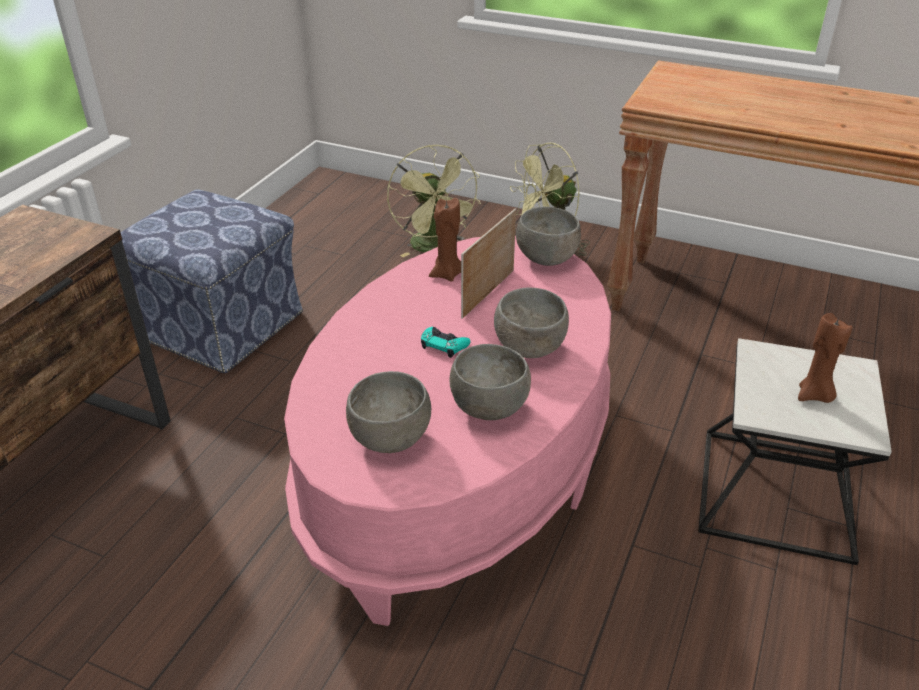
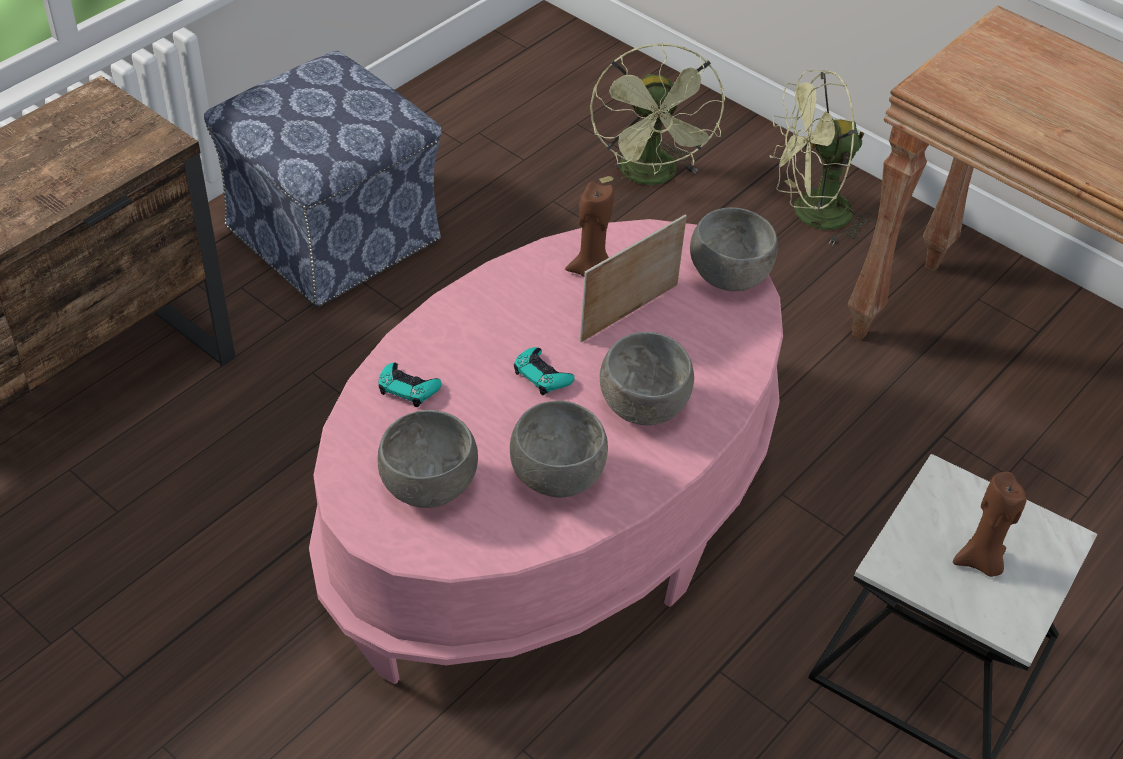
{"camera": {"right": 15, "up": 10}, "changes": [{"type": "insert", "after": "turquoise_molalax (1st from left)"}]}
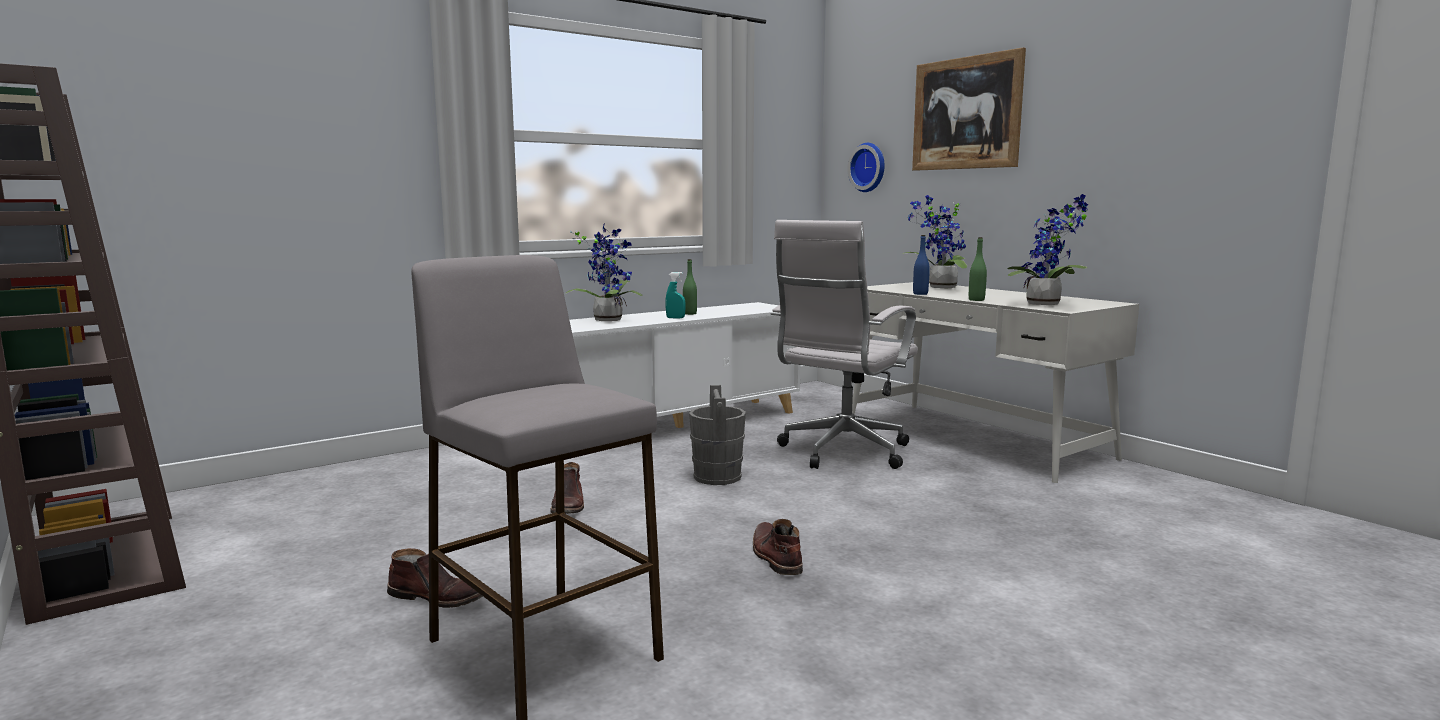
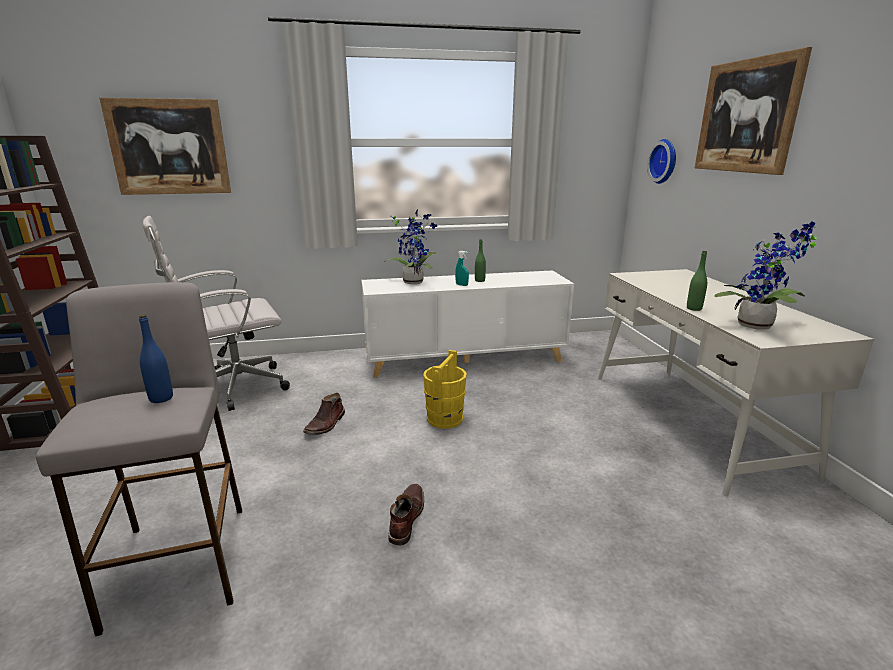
{"camera": {"right": 25, "up": 10}, "changes": [{"type": "insert", "after": "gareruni (1st from left)"}, {"type": "move", "before": "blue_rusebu"}, {"type": "move", "before": "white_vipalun"}, {"type": "recolor", "before": "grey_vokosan", "after": "yellow_vokosan"}, {"type": "delete", "before": "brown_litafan (1st from left)"}, {"type": "delete", "before": "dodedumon (2nd from left)"}]}
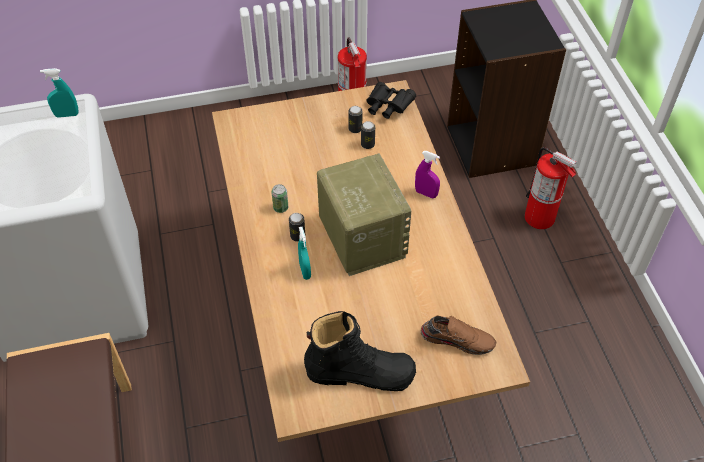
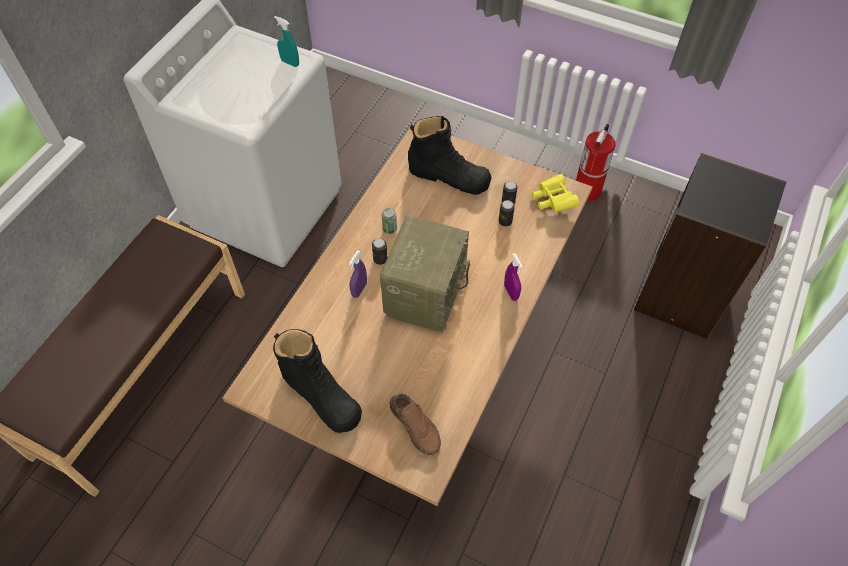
{"camera": {"right": 40, "up": 5}, "changes": [{"type": "recolor", "before": "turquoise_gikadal (2nd from left)", "after": "purple_gikadal (1st from left)"}, {"type": "insert", "after": "black_litafan (2nd from left)"}, {"type": "recolor", "before": "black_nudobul", "after": "yellow_nudobul"}, {"type": "delete", "before": "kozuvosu (2nd from left)"}]}
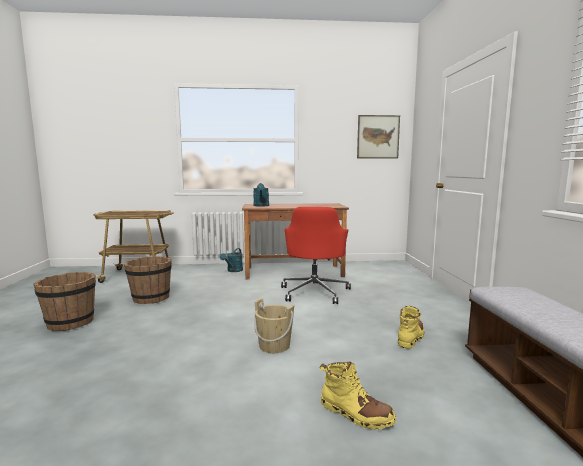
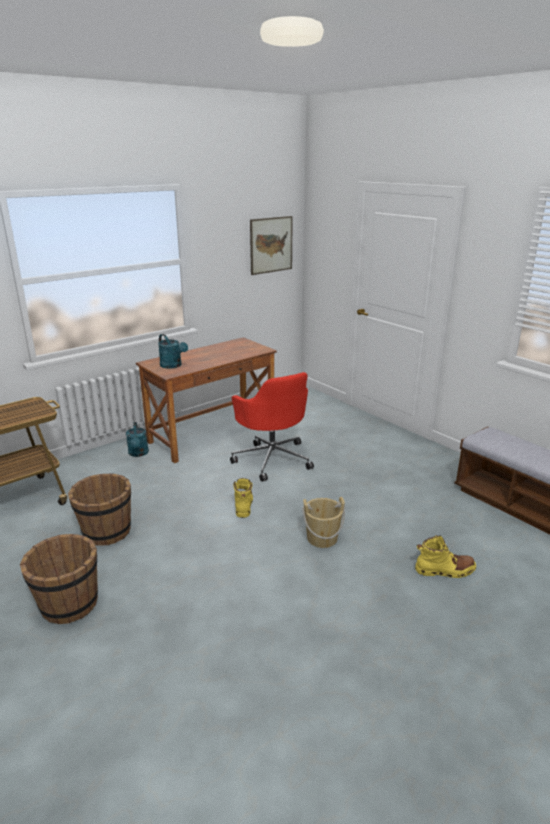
{"camera": {"right": -35, "up": 15}, "changes": [{"type": "move", "before": "yellow_litafan (2nd from left in the first image)", "after": "yellow_litafan (1st from left)"}]}
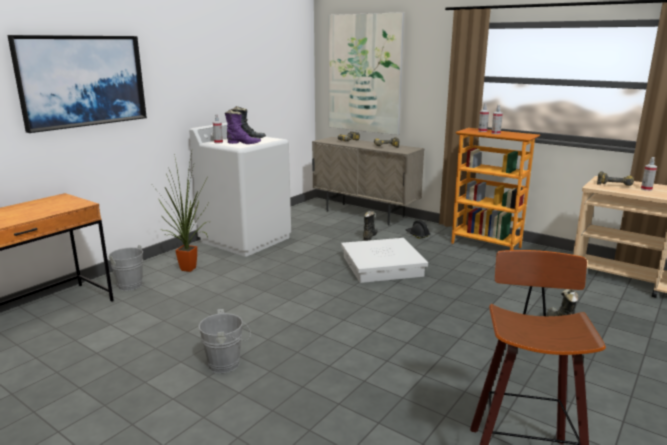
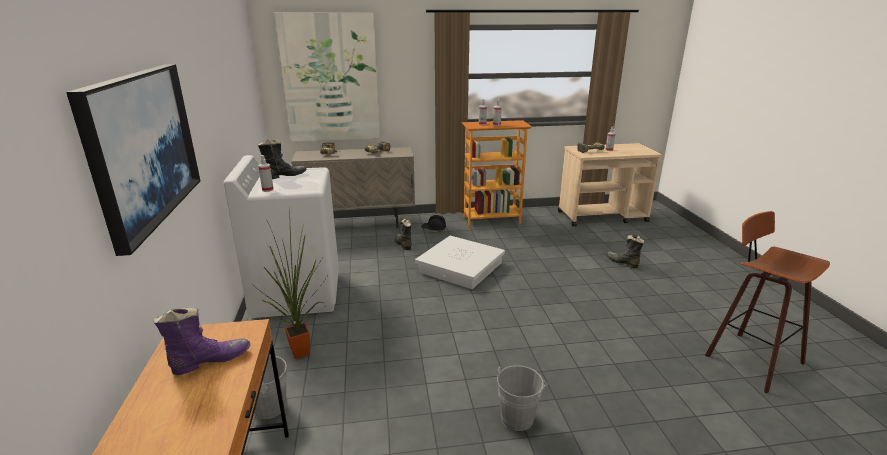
{"camera": {"right": -45, "up": 5}, "changes": [{"type": "move", "before": "purple_litafan"}]}
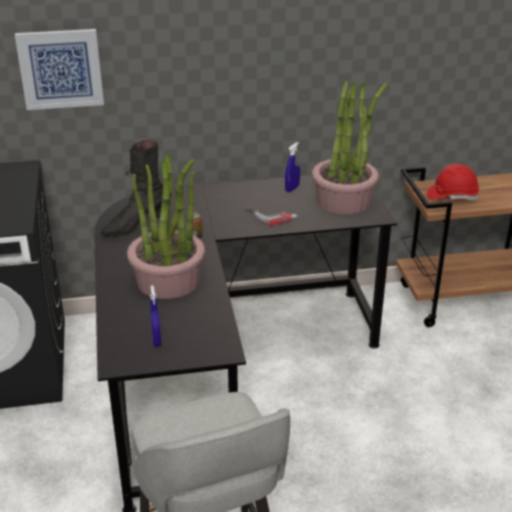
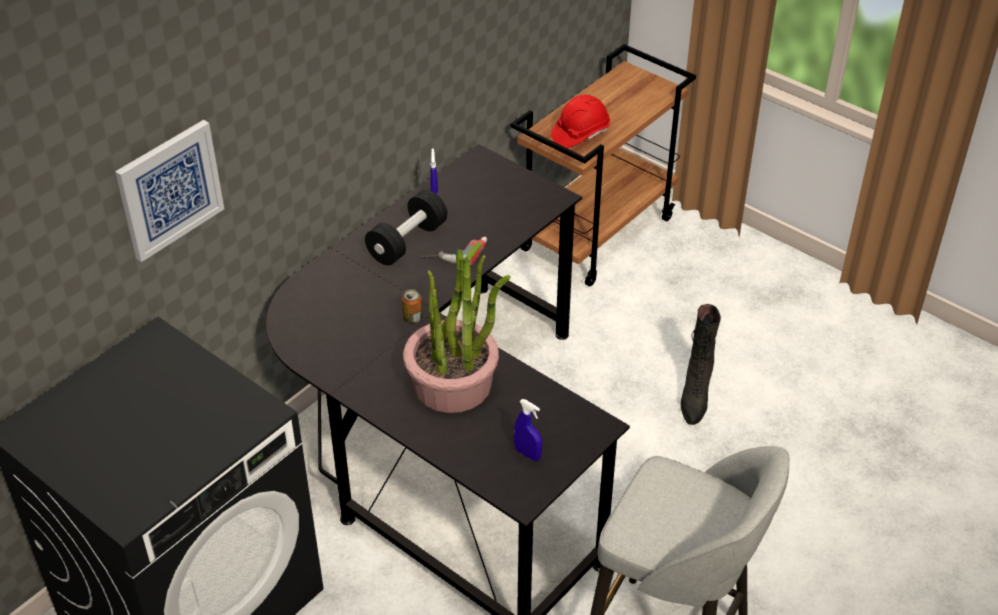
{"camera": {"right": -40, "up": 10}, "changes": [{"type": "insert", "after": "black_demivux"}, {"type": "move", "before": "black_litafan"}, {"type": "delete", "before": "dodedumon (2nd from left)"}]}
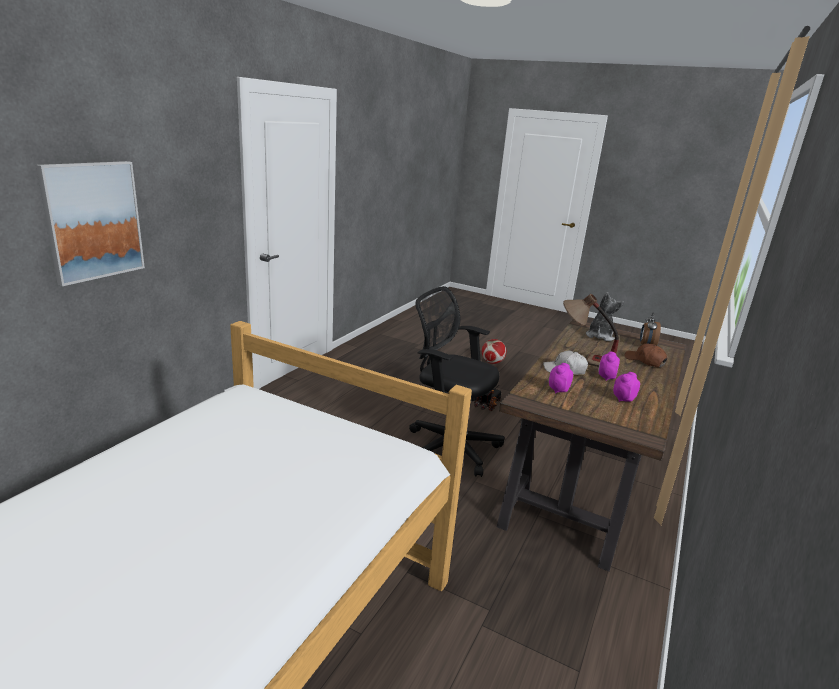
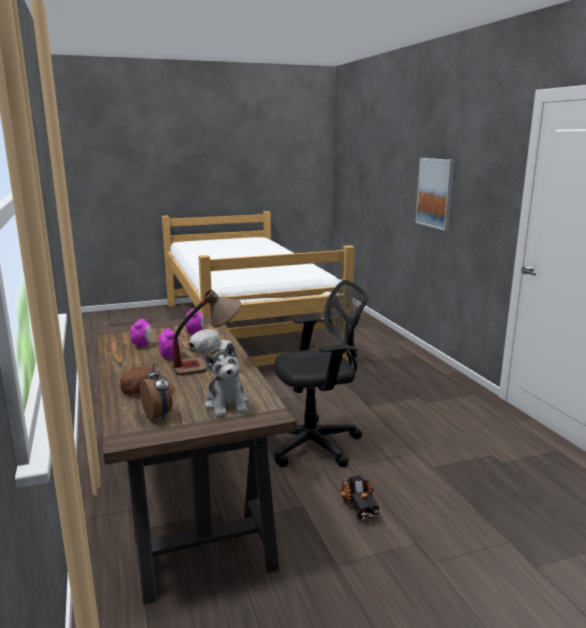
{"camera": {"right": 135, "up": -5}, "changes": [{"type": "delete", "before": "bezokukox"}]}
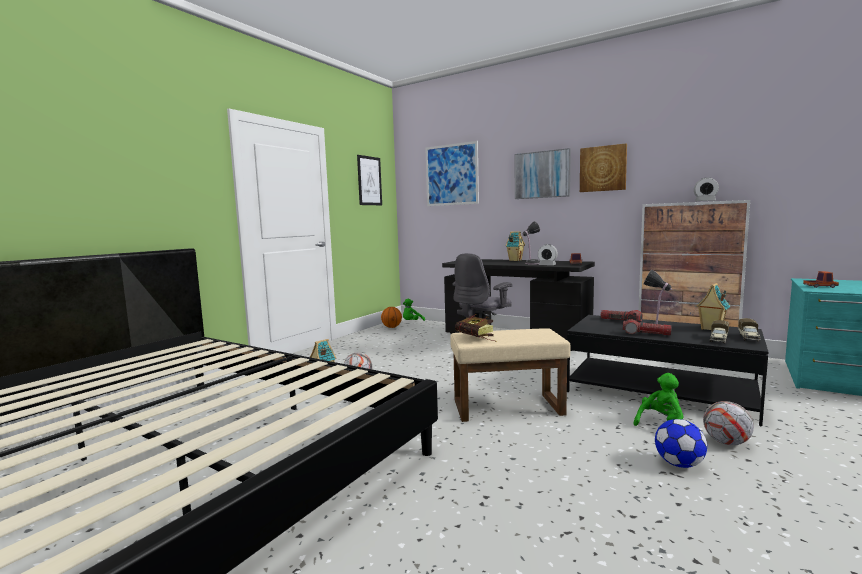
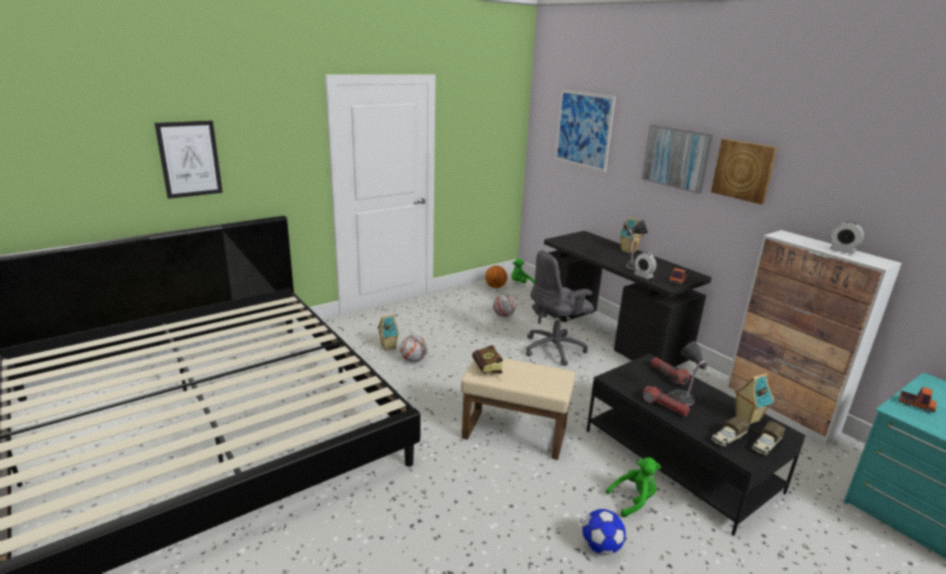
{"camera": {"right": 20, "up": 15}, "changes": [{"type": "move", "before": "gareruni (1st from left)"}, {"type": "move", "before": "bezokukox (3rd from left in the first image)", "after": "bezokukox (2nd from left)"}]}
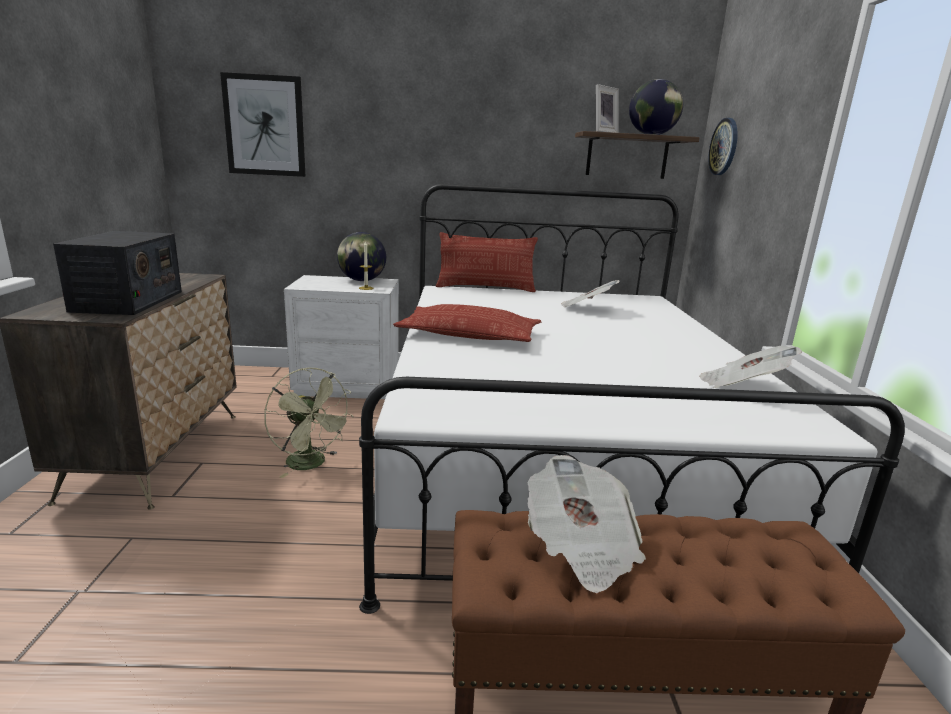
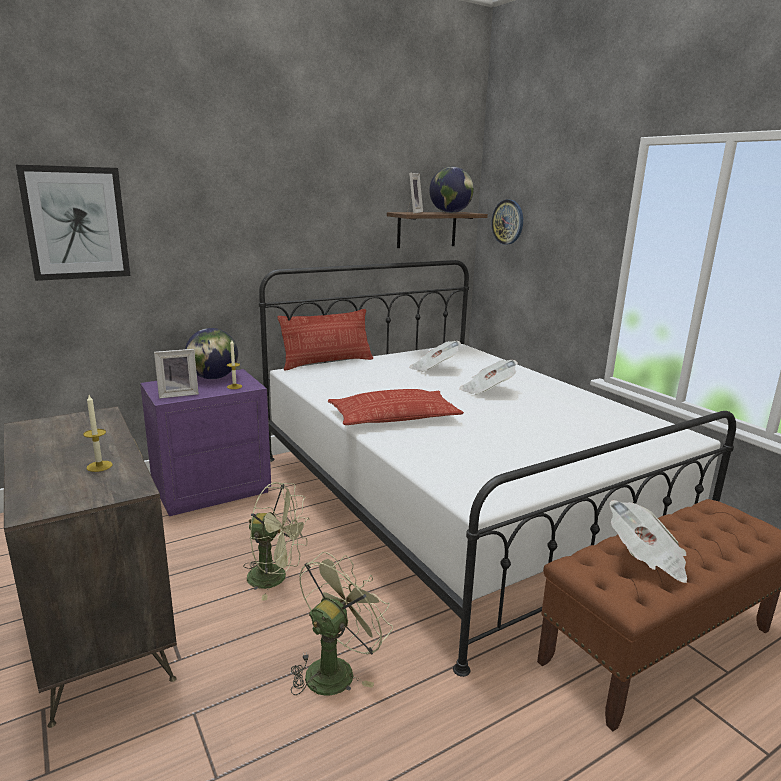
{"camera": {"right": -30, "up": 0}, "changes": [{"type": "replace", "before": "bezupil", "after": "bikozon (1st from left)"}, {"type": "recolor", "before": "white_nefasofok", "after": "purple_nefasofok"}, {"type": "insert", "after": "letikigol (1st from left)"}, {"type": "insert", "after": "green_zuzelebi (2nd from left)"}, {"type": "move", "before": "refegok (3rd from left in the first image)", "after": "refegok (2nd from left)"}]}
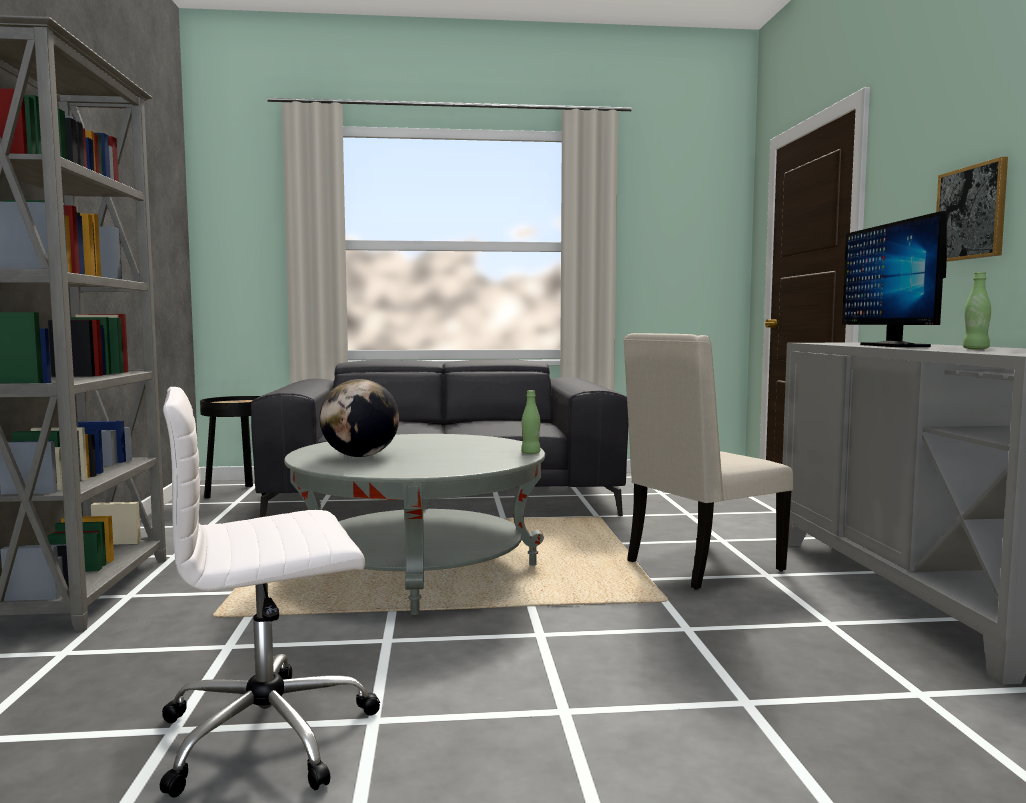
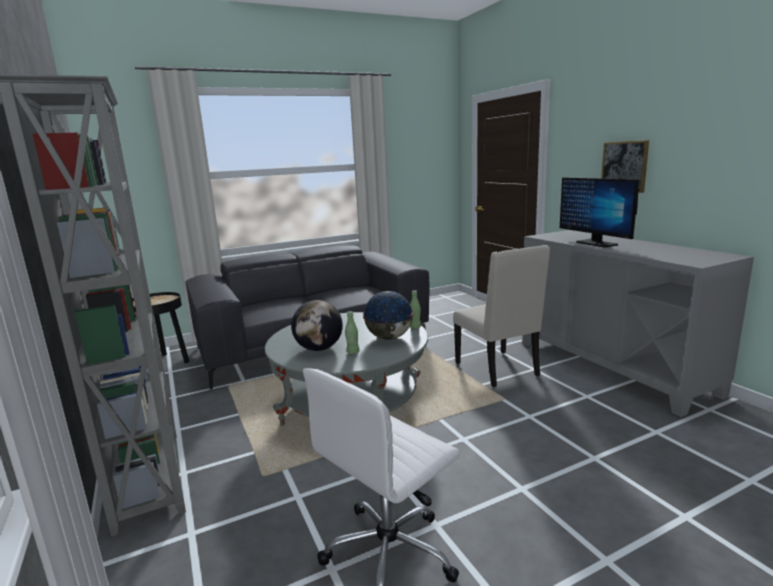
{"camera": {"right": -20, "up": 10}, "changes": [{"type": "move", "before": "green_rusebu (2nd from left in the first image)", "after": "green_rusebu (1st from left)"}, {"type": "insert", "after": "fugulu (2nd from left)"}, {"type": "rotate", "before": "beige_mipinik", "turn": -60}]}
